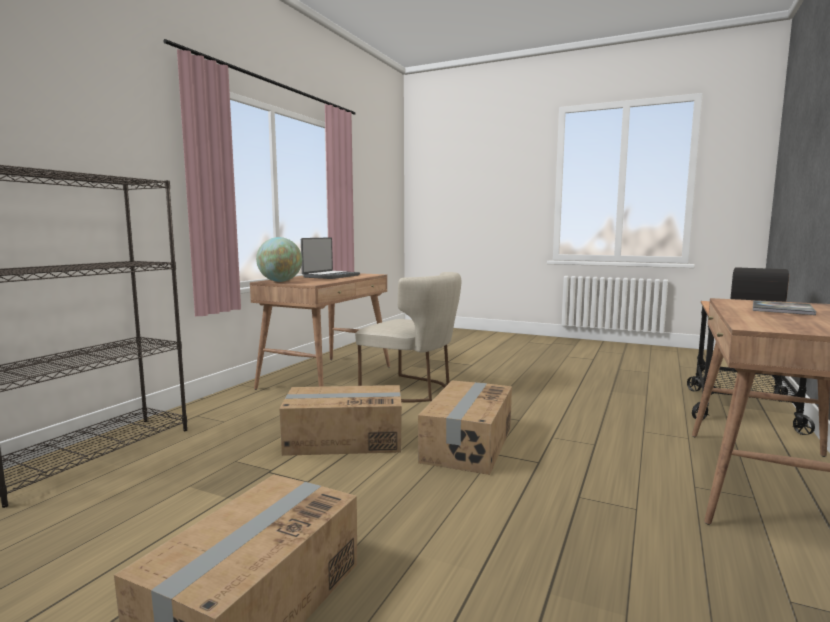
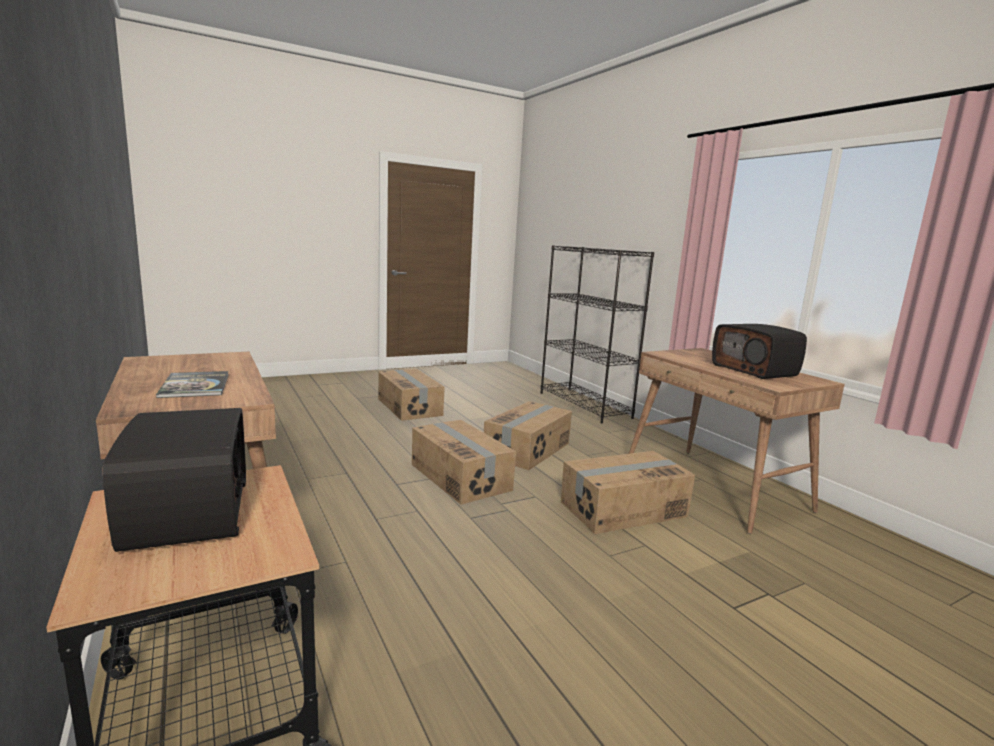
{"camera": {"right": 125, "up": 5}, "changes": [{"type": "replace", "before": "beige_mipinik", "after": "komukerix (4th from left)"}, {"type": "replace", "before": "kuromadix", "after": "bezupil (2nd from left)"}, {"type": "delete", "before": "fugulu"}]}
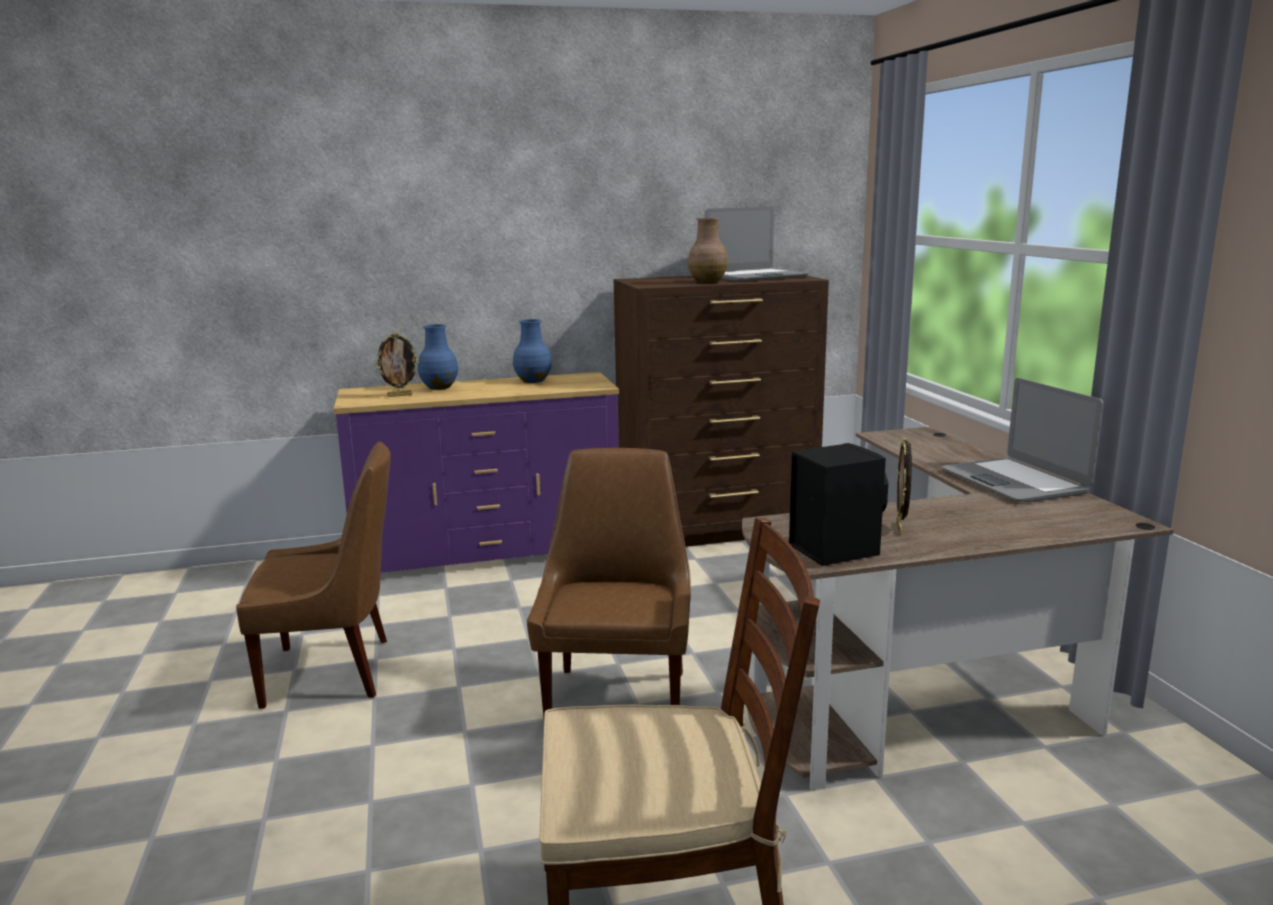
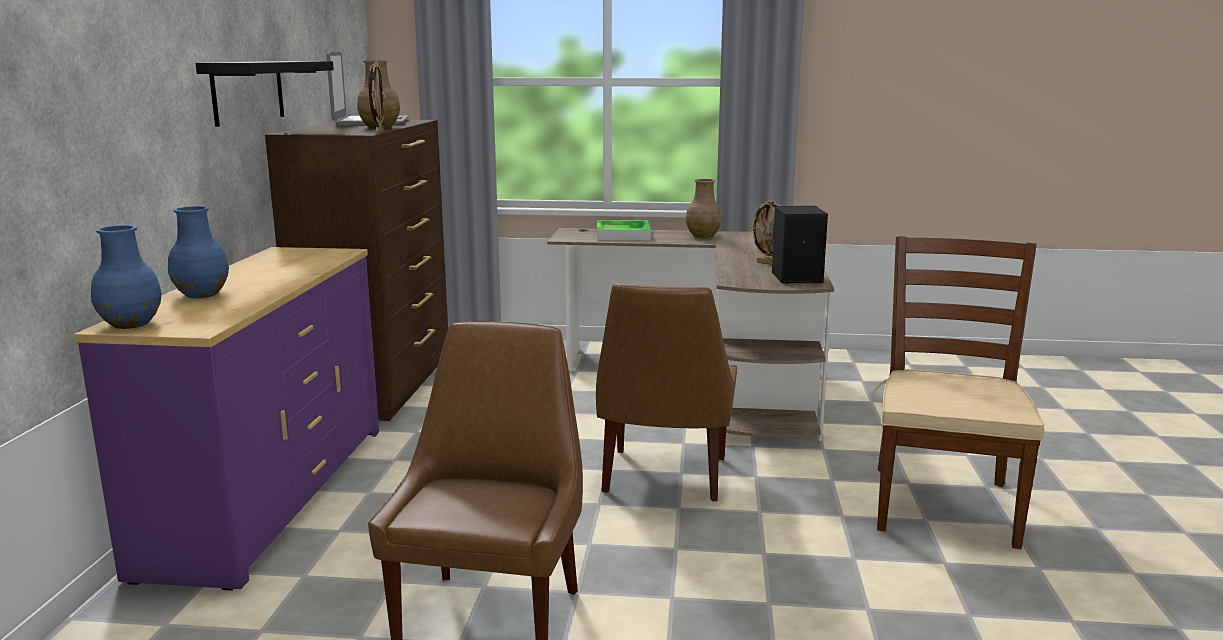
{"camera": {"right": -70, "up": 0}, "changes": [{"type": "move", "before": "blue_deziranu (2nd from left in the first image)", "after": "blue_deziranu (1st from left)"}, {"type": "insert", "after": "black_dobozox"}, {"type": "move", "before": "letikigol (1st from left)"}, {"type": "rotate", "before": "brown_mipinik (2nd from left)", "turn": -105}, {"type": "insert", "after": "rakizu"}, {"type": "replace", "before": "kuromadix (2nd from left)", "after": "brown_deziranu (2nd from left)"}]}
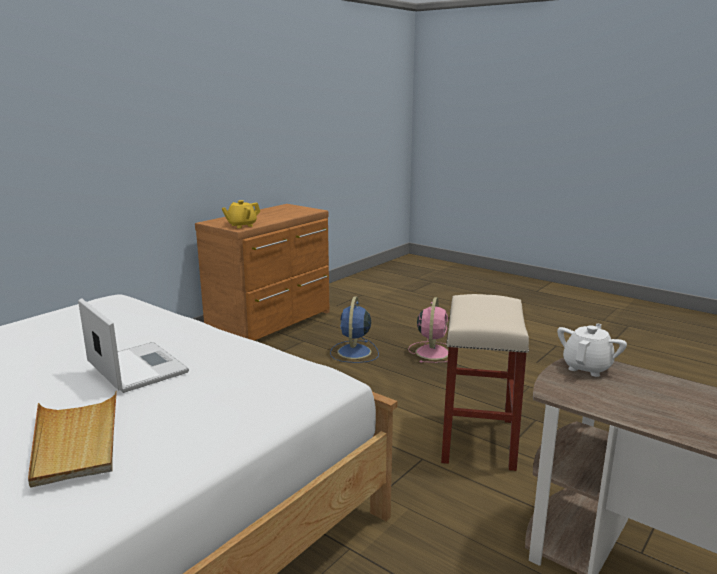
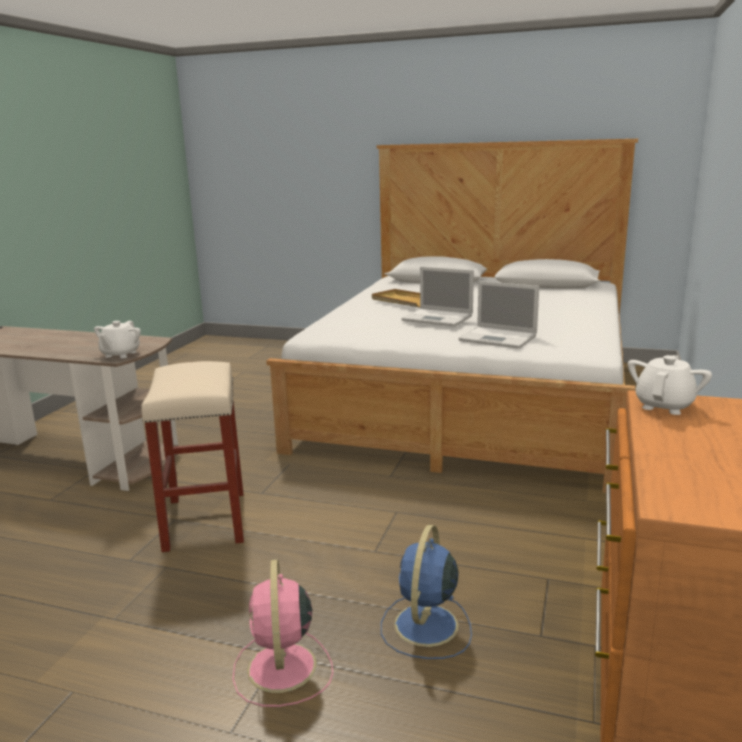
{"camera": {"right": 160, "up": 0}, "changes": [{"type": "rotate", "before": "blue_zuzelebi", "turn": -150}, {"type": "insert", "after": "kuromadix (2nd from left)"}, {"type": "recolor", "before": "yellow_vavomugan", "after": "white_vavomugan (2nd from left)"}]}
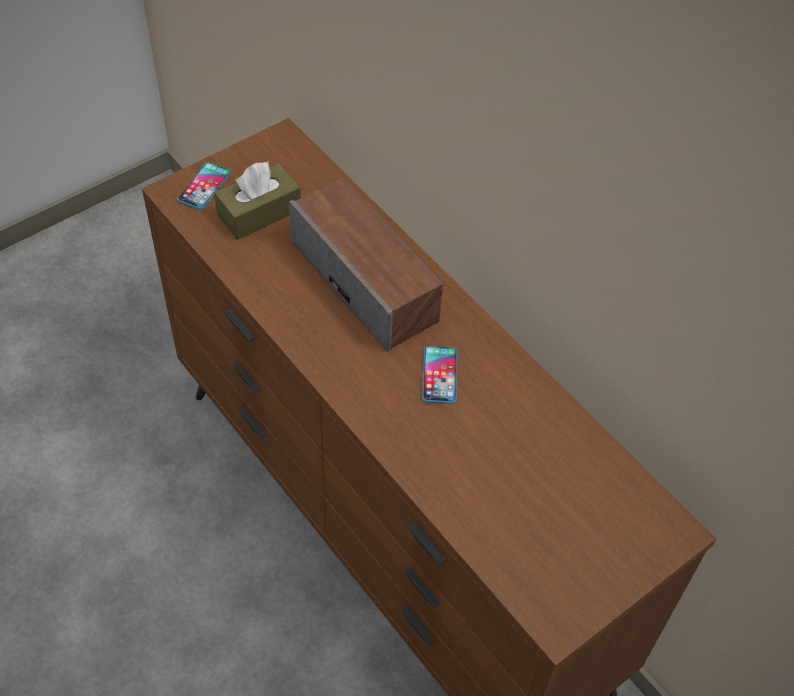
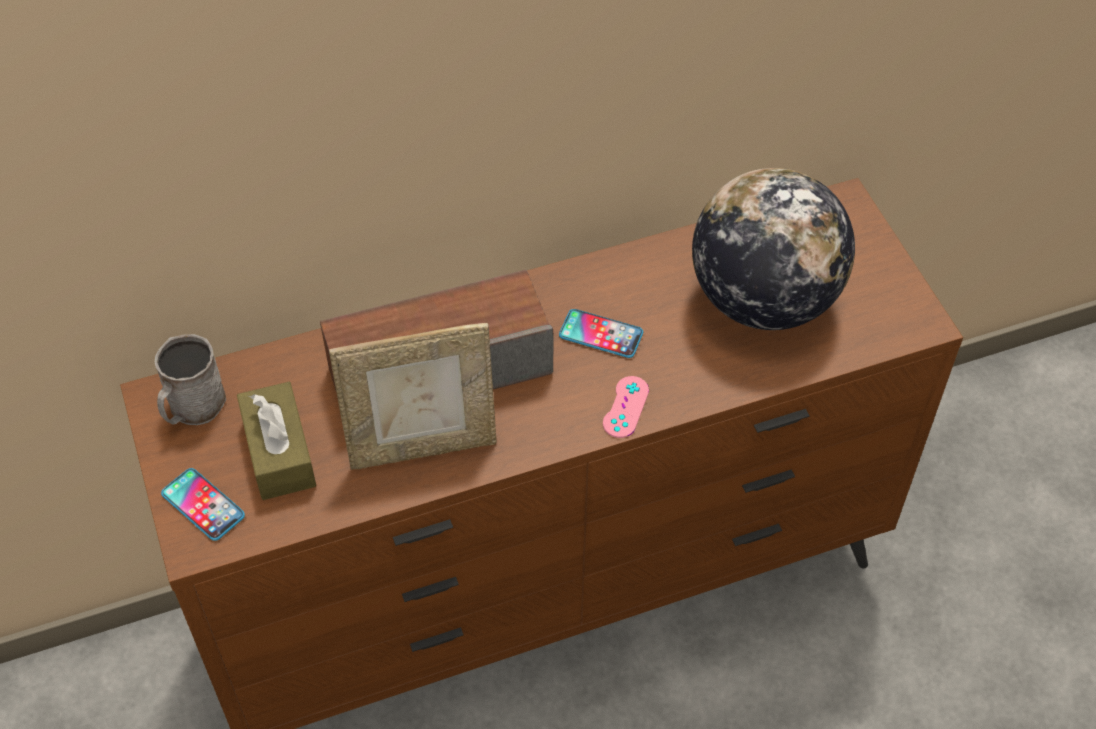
{"camera": {"right": -70, "up": 0}, "changes": [{"type": "insert", "after": "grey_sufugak"}, {"type": "insert", "after": "letikigol"}, {"type": "insert", "after": "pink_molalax"}, {"type": "insert", "after": "fugulu"}]}
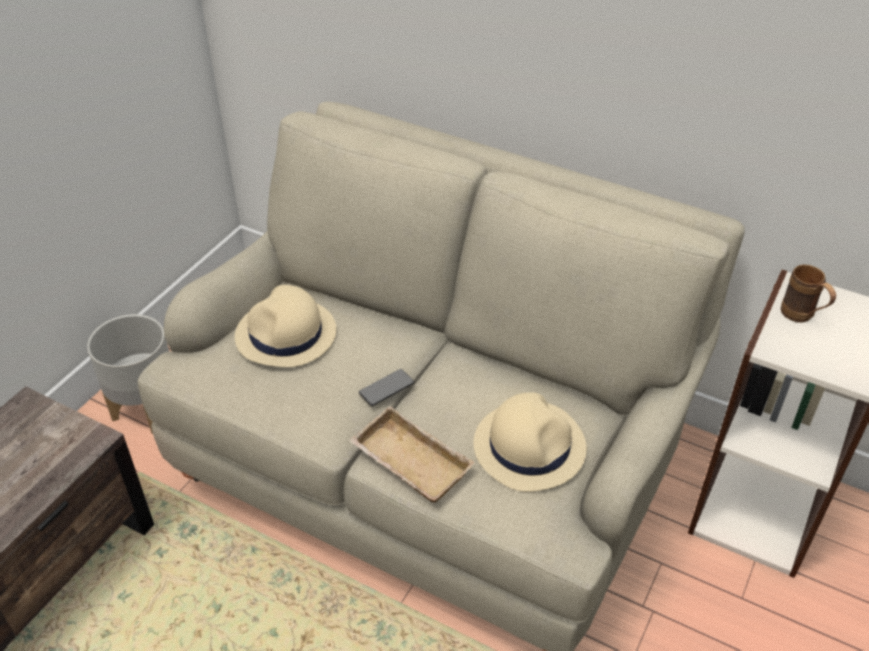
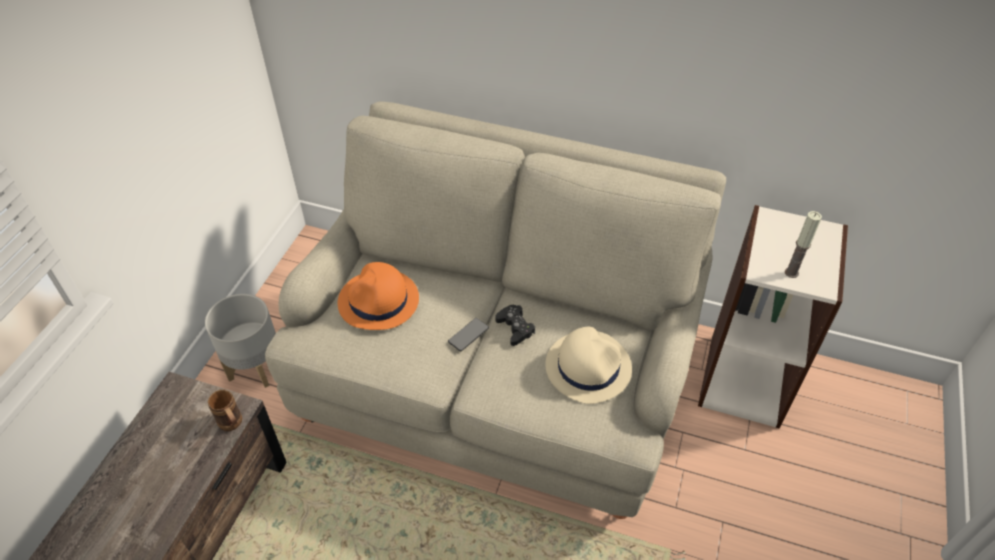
{"camera": {"right": -10, "up": 5}, "changes": [{"type": "move", "before": "brown_sufugak"}, {"type": "recolor", "before": "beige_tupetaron (1st from left)", "after": "orange_tupetaron"}, {"type": "insert", "after": "black_molalax"}, {"type": "insert", "after": "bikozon"}, {"type": "delete", "before": "beige_rakizu"}]}
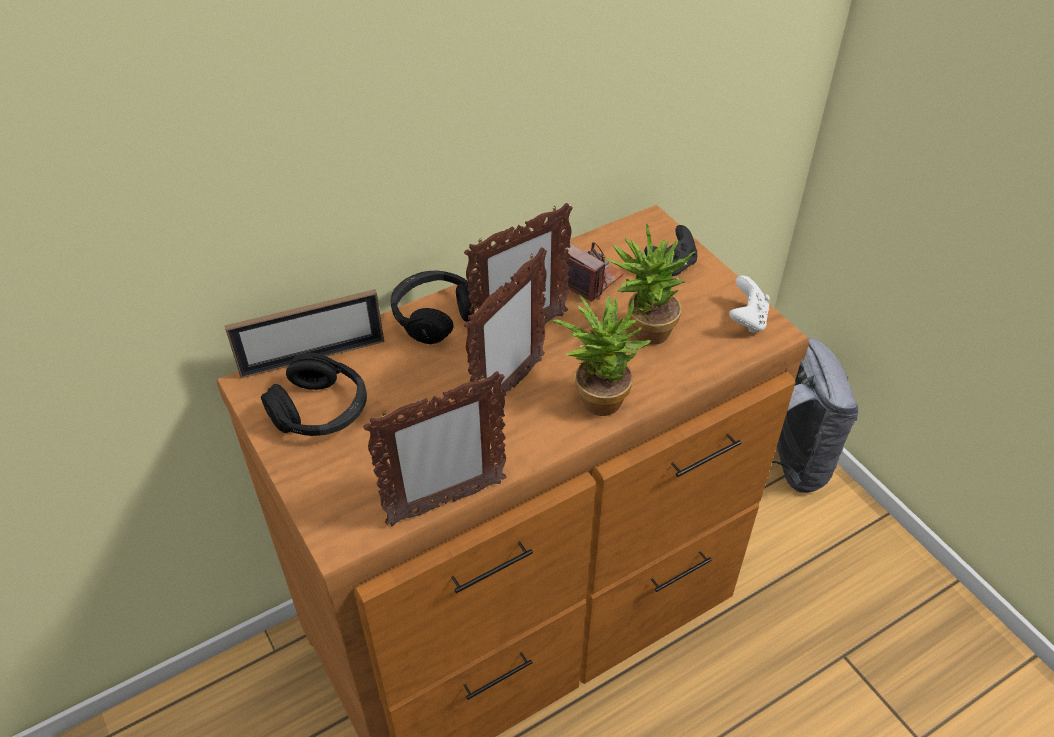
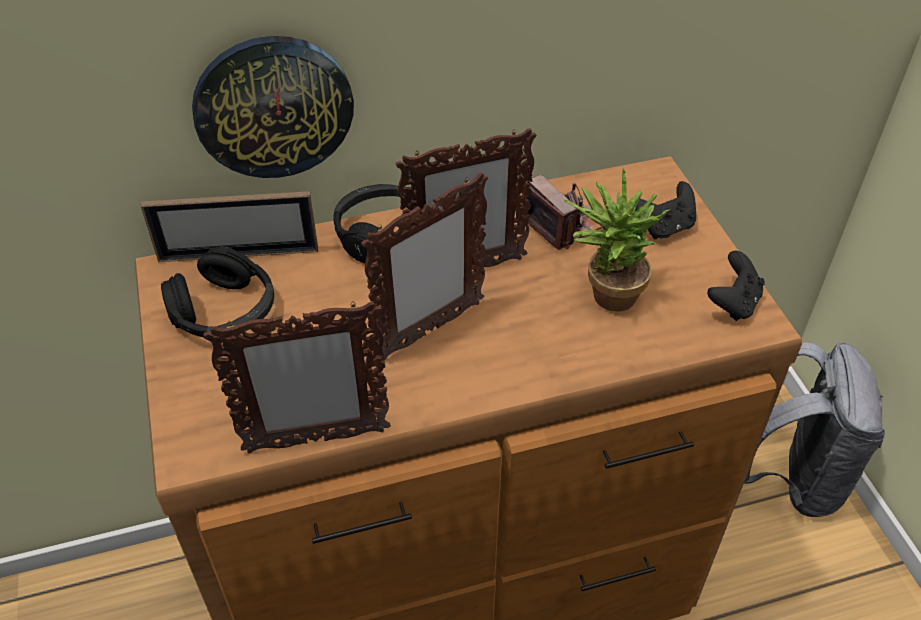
{"camera": {"right": 15, "up": 0}, "changes": [{"type": "insert", "after": "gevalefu"}, {"type": "recolor", "before": "white_molalax", "after": "black_molalax (2nd from left)"}, {"type": "delete", "before": "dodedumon (1st from left)"}]}
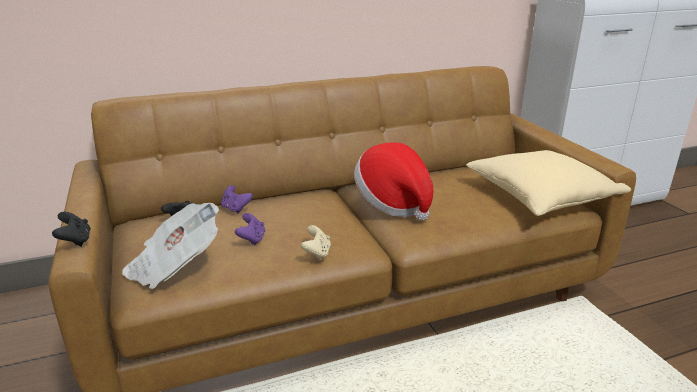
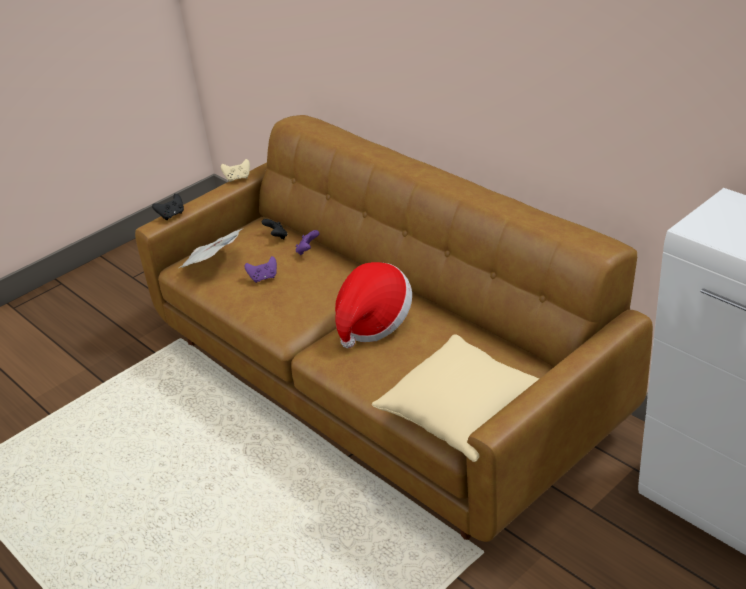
{"camera": {"right": 70, "up": 10}, "changes": [{"type": "move", "before": "beige_molalax"}]}
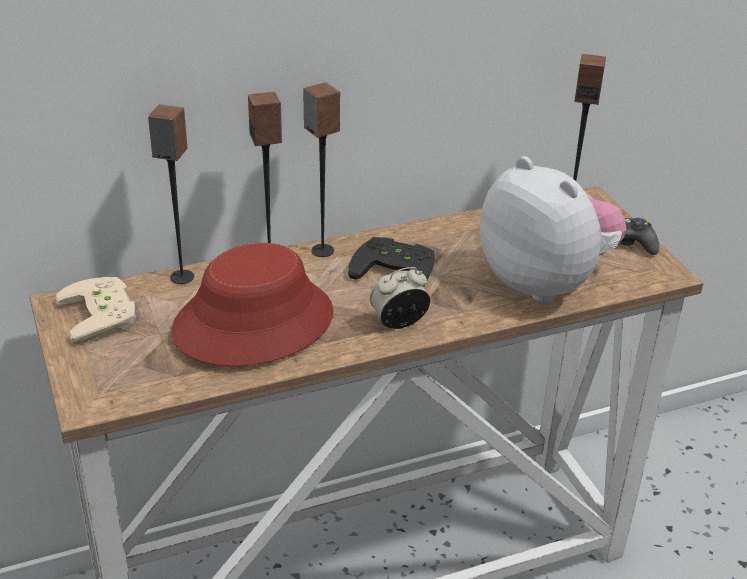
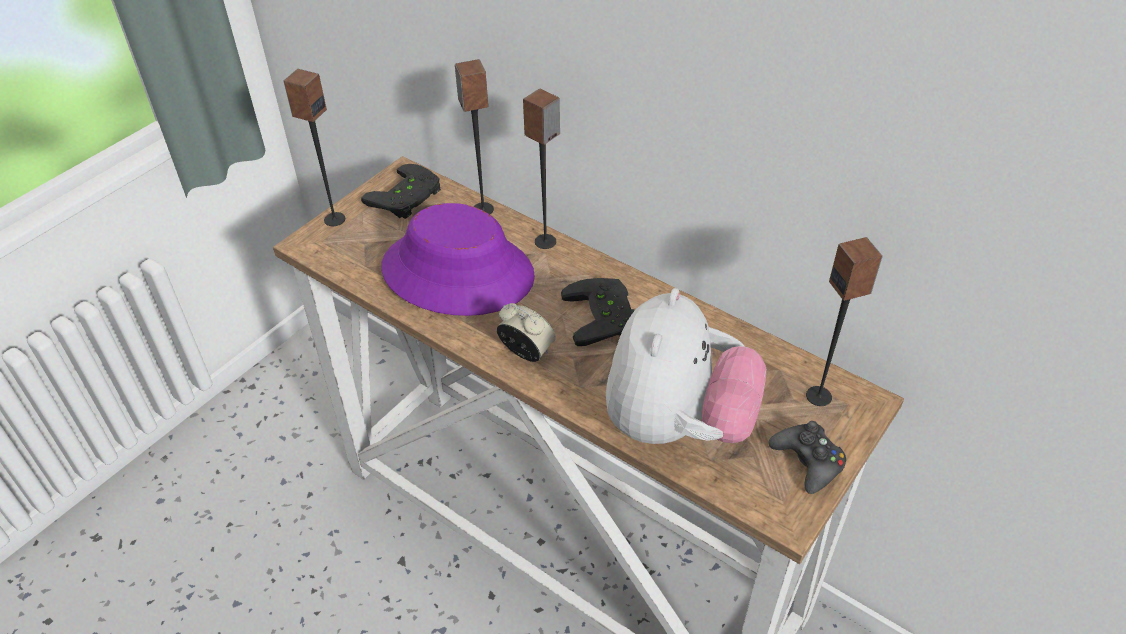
{"camera": {"right": 60, "up": 10}, "changes": [{"type": "move", "before": "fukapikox (3rd from left in the first image)", "after": "fukapikox (1st from left)"}, {"type": "recolor", "before": "beige_molalax", "after": "black_molalax (1st from left)"}, {"type": "recolor", "before": "red_tupetaron", "after": "purple_tupetaron"}]}
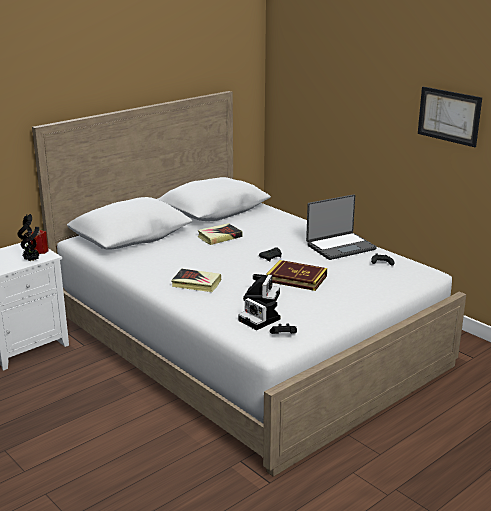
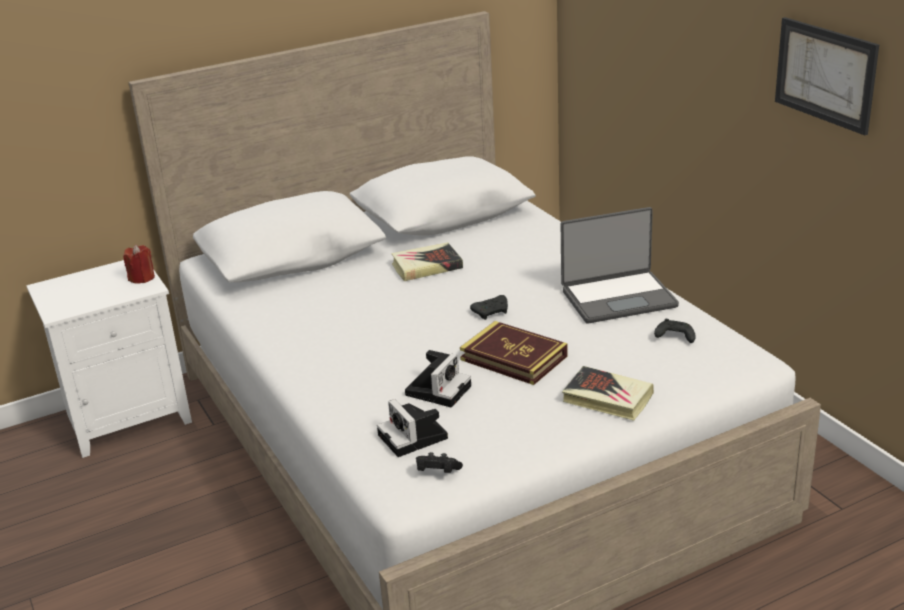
{"camera": {"right": 15, "up": 5}, "changes": [{"type": "move", "before": "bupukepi (1st from left in the first image)", "after": "bupukepi (3rd from left)"}, {"type": "delete", "before": "dodedumon"}]}
